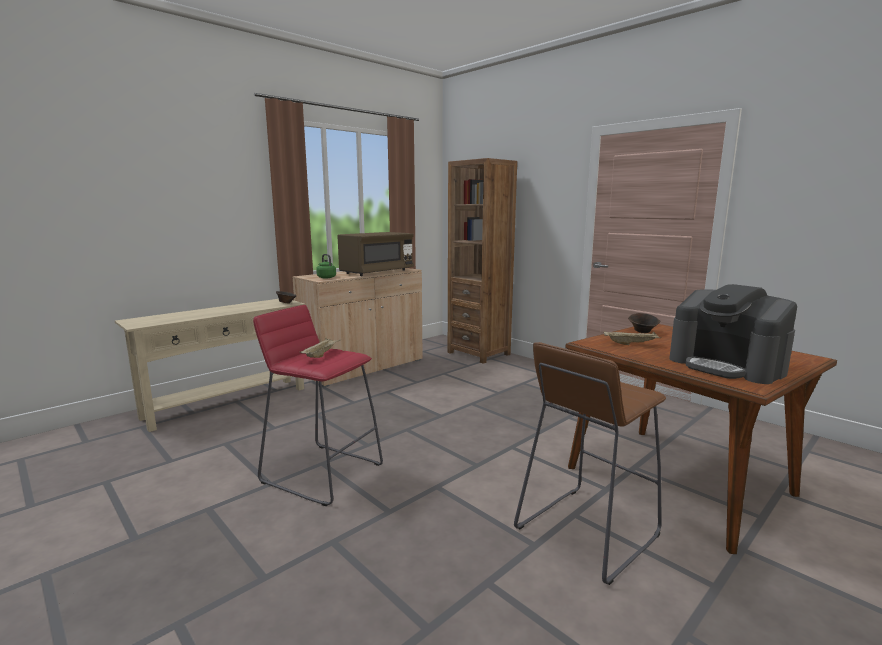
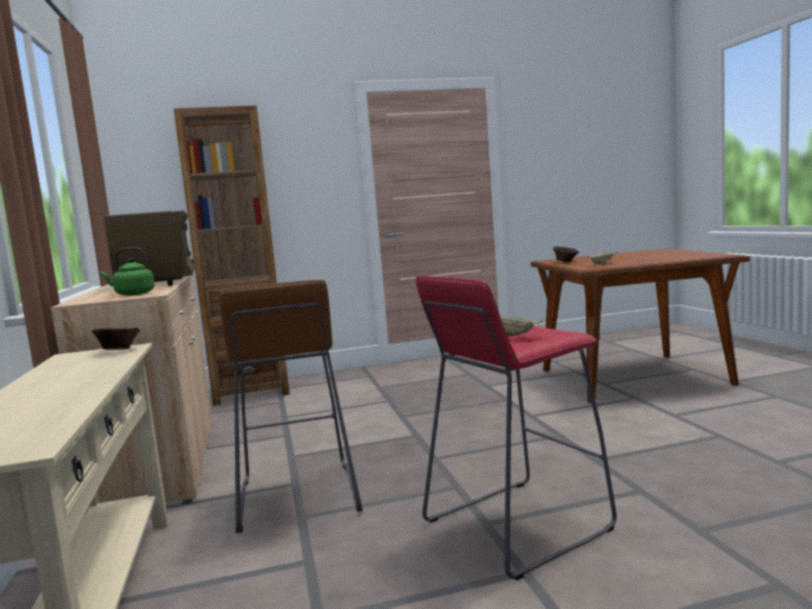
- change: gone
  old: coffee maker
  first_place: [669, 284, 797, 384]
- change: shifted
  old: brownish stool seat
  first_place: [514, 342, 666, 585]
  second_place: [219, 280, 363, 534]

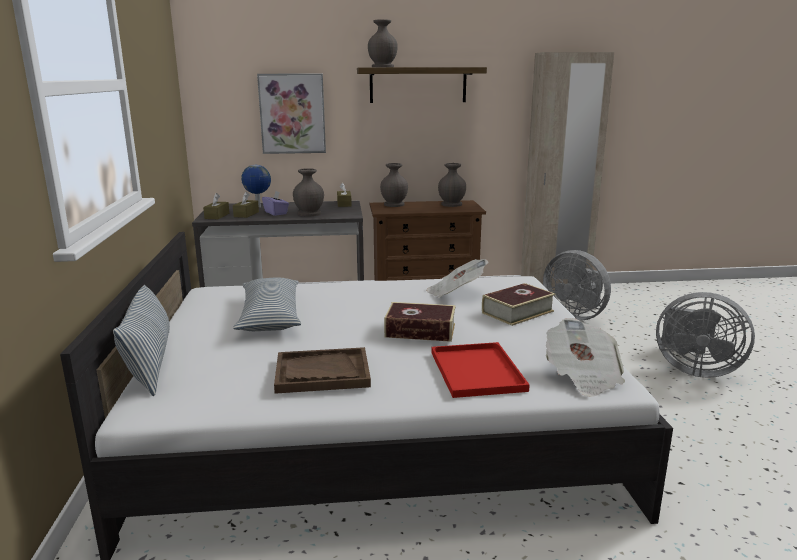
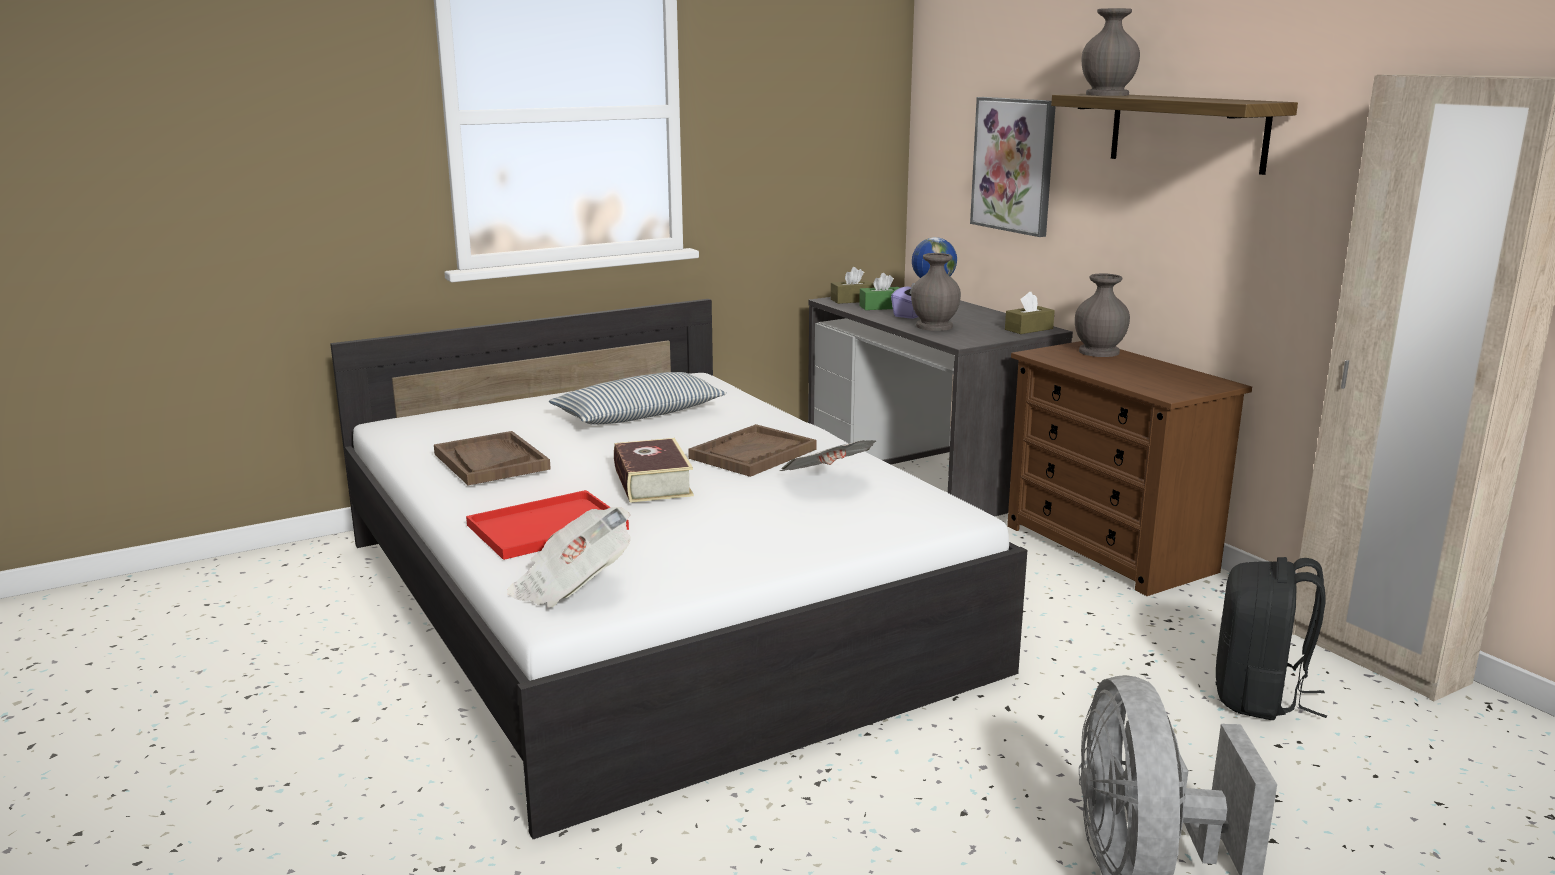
- change: gone
  old: gray flower vase
  first_place: [438, 163, 466, 207]
- change: repainted
  old: brownish tissue holder
  new: green-coloured tissue holder
  first_place: [233, 192, 259, 218]
  second_place: [859, 273, 899, 310]
- change: swapped
  old: gray cooling fan
  new: blackish backpack
  first_place: [543, 250, 611, 321]
  second_place: [1216, 557, 1327, 720]
- change: gone
  old: book
  first_place: [482, 283, 555, 326]
- change: gone
  old: throw pillow
  first_place: [113, 285, 170, 396]
- change: new
  new: brownish serving tray
  second_place: [688, 424, 817, 477]

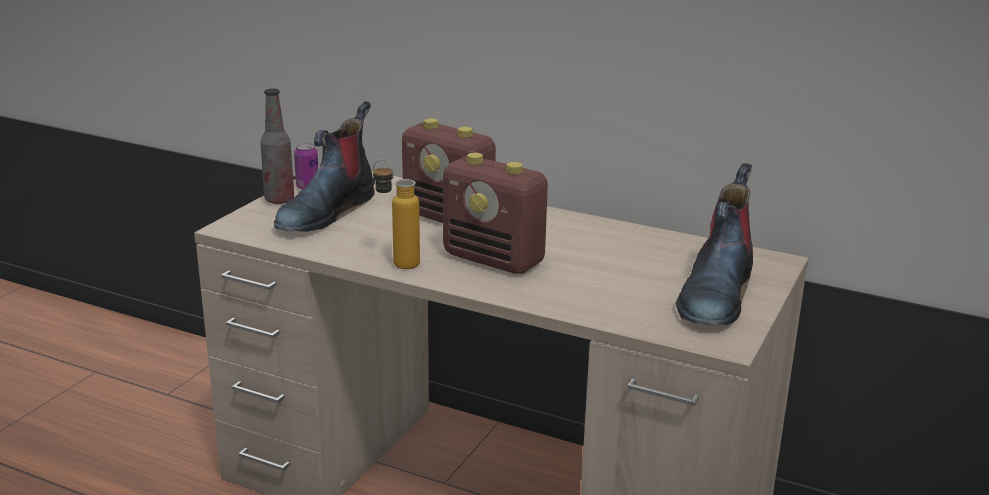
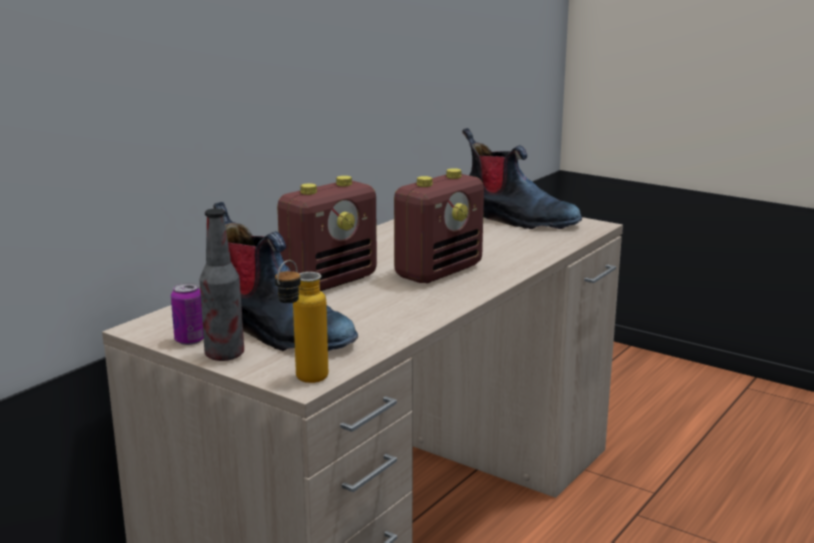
- change: shifted
  old: bottle
  first_place: [373, 159, 420, 269]
  second_place: [275, 260, 328, 383]

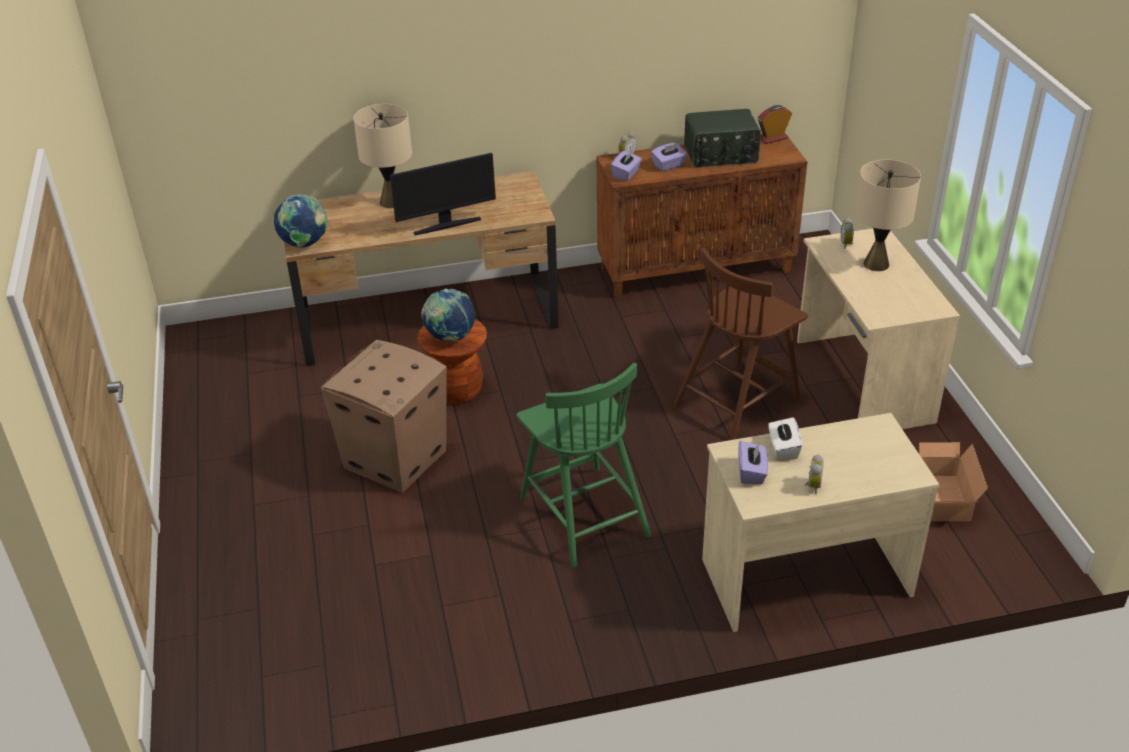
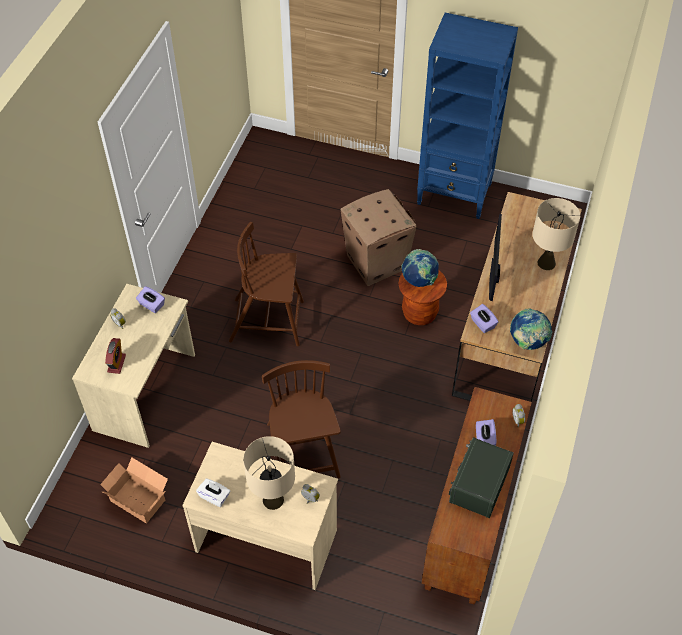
- change: shifted
  old: table clock
  first_place: [758, 105, 792, 144]
  second_place: [105, 338, 126, 374]
- change: shifted
  old: purplish tissue holder
  first_place: [611, 150, 642, 181]
  second_place: [470, 304, 499, 333]
- change: shifted
  old: desk globe
  first_place: [273, 194, 328, 248]
  second_place: [510, 308, 552, 350]
- change: repainted
  old: green-coloured upright chair
  new: brownish upright chair
  first_place: [517, 363, 651, 567]
  second_place: [229, 222, 304, 346]
- change: shifted
  old: whitish tissue holder
  first_place: [768, 417, 802, 460]
  second_place: [196, 479, 230, 507]
- change: new
  new: blue-coloured bookcase
  second_place: [417, 13, 518, 219]

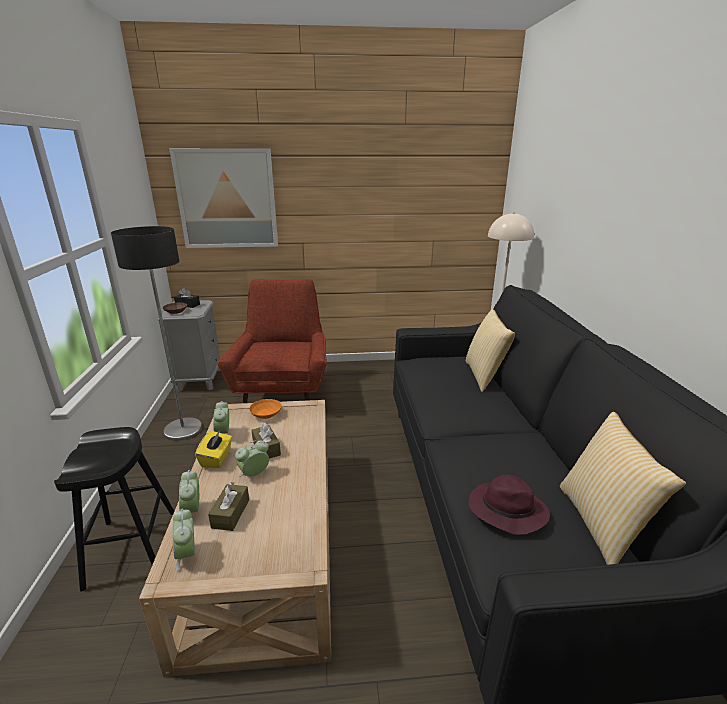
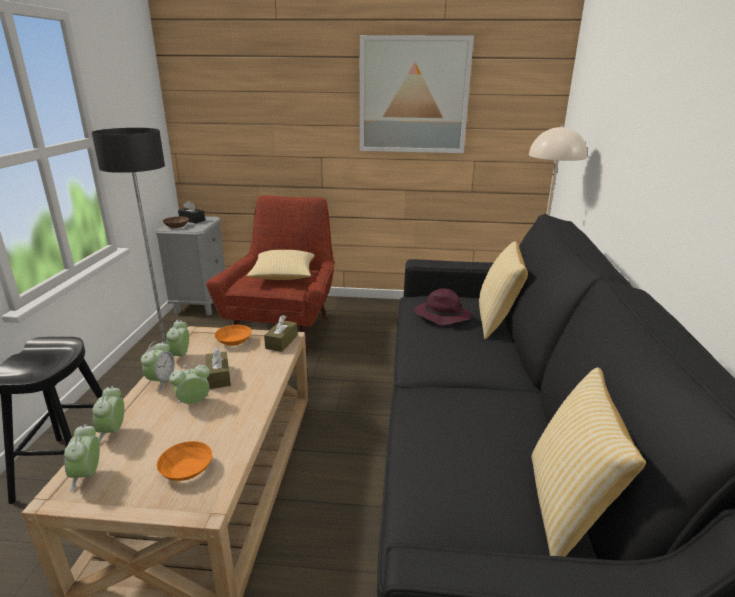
- change: shifted
  old: wall picture
  first_place: [169, 148, 278, 248]
  second_place: [359, 35, 474, 153]
- change: swapped
  old: yellow-coloured tissue holder
  new: table clock
  first_place: [195, 431, 232, 468]
  second_place: [141, 341, 175, 391]
- change: shifted
  old: purplish hat
  first_place: [468, 475, 550, 535]
  second_place: [414, 288, 472, 325]
- change: shifted
  old: brownish tissue holder
  first_place: [208, 482, 249, 531]
  second_place: [264, 315, 298, 352]
- change: new
  new: throw pillow
  second_place: [247, 250, 315, 280]
- change: new
  new: orangey deep dish
  second_place: [157, 441, 212, 481]

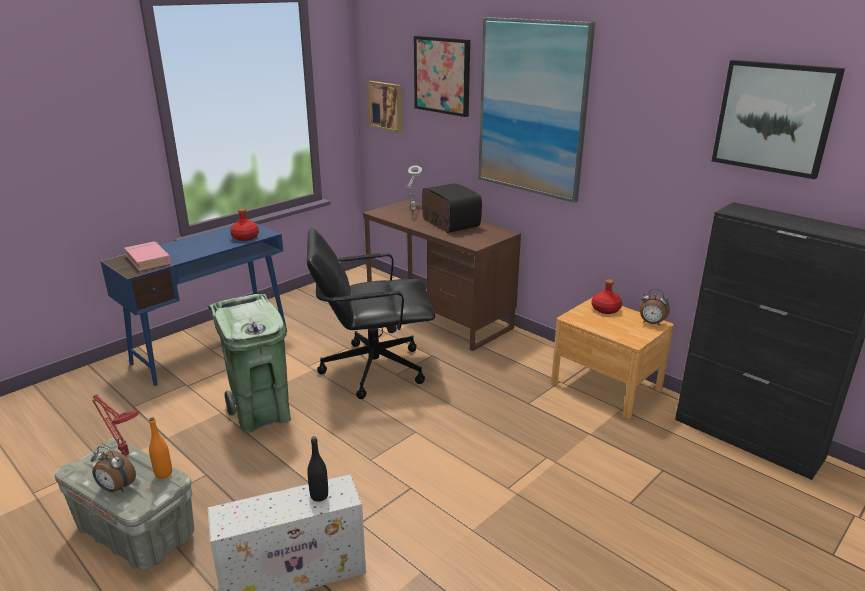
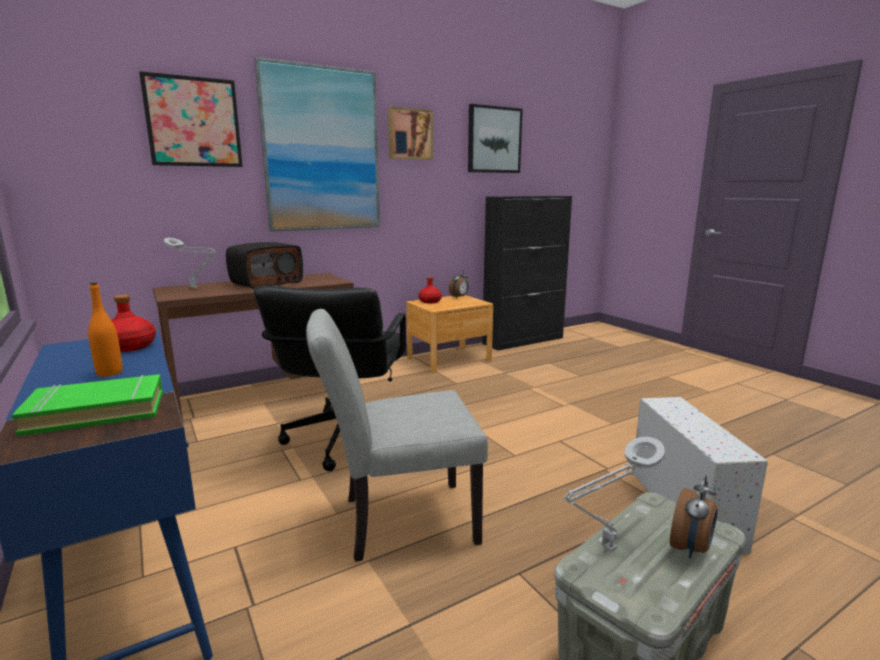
- change: shifted
  old: wall picture
  first_place: [367, 81, 403, 133]
  second_place: [388, 107, 433, 160]
- change: rotated
  old: radio set
  first_place: [422, 183, 482, 233]
  second_place: [226, 242, 303, 289]
  degrees: 150
- change: repainted
  old: pink-coloured book
  new: green-coloured book
  first_place: [124, 241, 171, 271]
  second_place: [12, 374, 163, 437]
- change: swapped
  old: green-coloured waste bin
  new: gray upright chair
  first_place: [208, 294, 291, 433]
  second_place: [306, 309, 488, 562]
- change: repainted
  old: red-coloured table lamp
  new: gray table lamp
  first_place: [92, 395, 139, 456]
  second_place: [563, 437, 665, 551]
- change: shifted
  old: orangey bottle
  first_place: [149, 417, 172, 479]
  second_place: [88, 282, 122, 377]
- change: gone
  old: blackish bottle
  first_place: [307, 436, 328, 502]

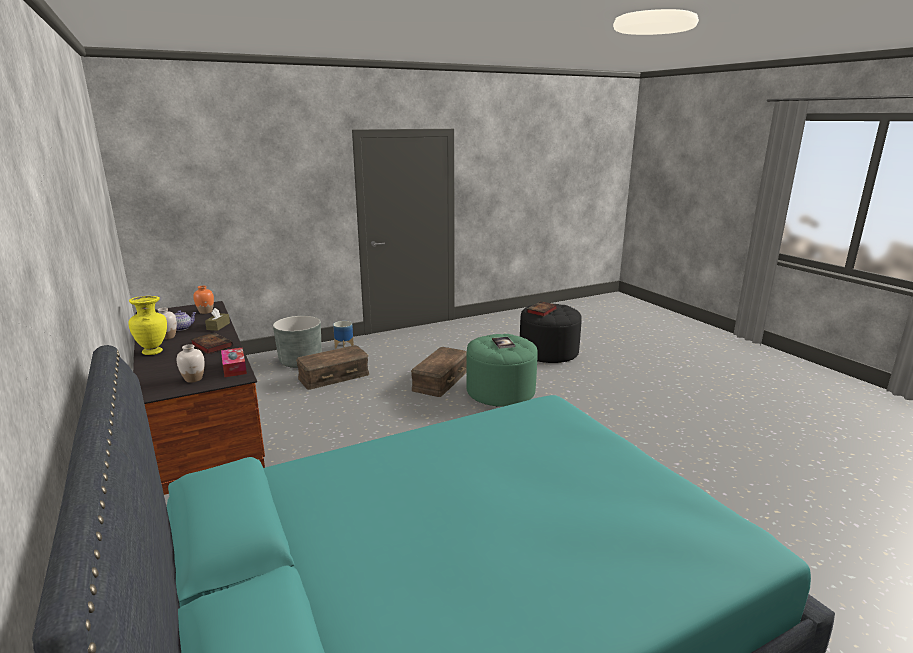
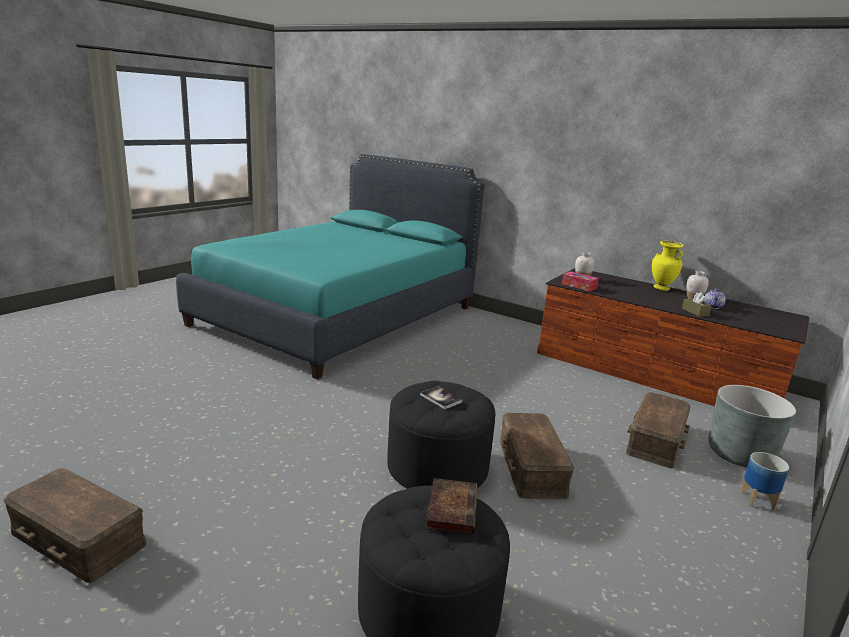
- change: gone
  old: orangey flower vase
  first_place: [193, 286, 214, 314]
- change: gone
  old: book
  first_place: [190, 332, 233, 354]
- change: repainted
  old: green-coloured footrest
  new: blackish footrest
  first_place: [466, 334, 538, 407]
  second_place: [387, 381, 495, 489]
- change: new
  new: brownish storage box
  second_place: [4, 468, 146, 583]

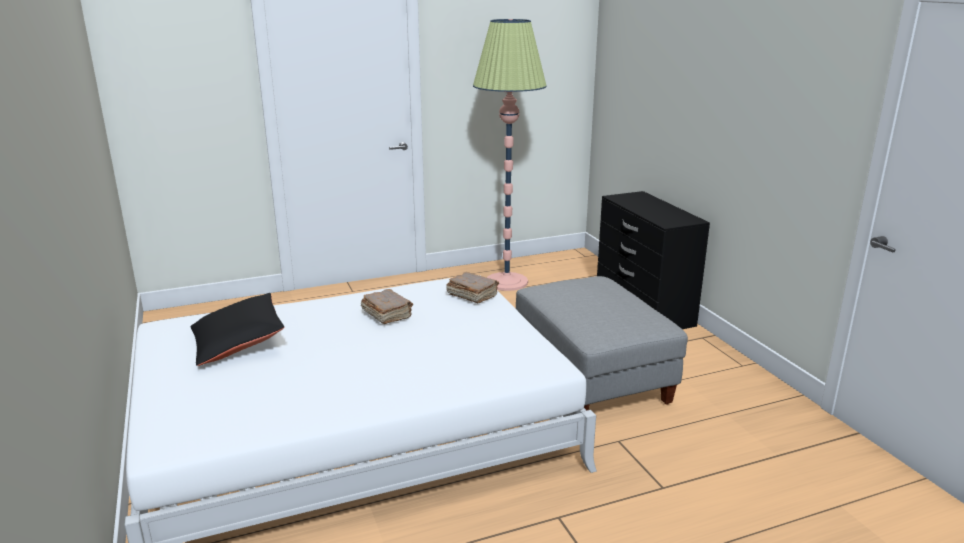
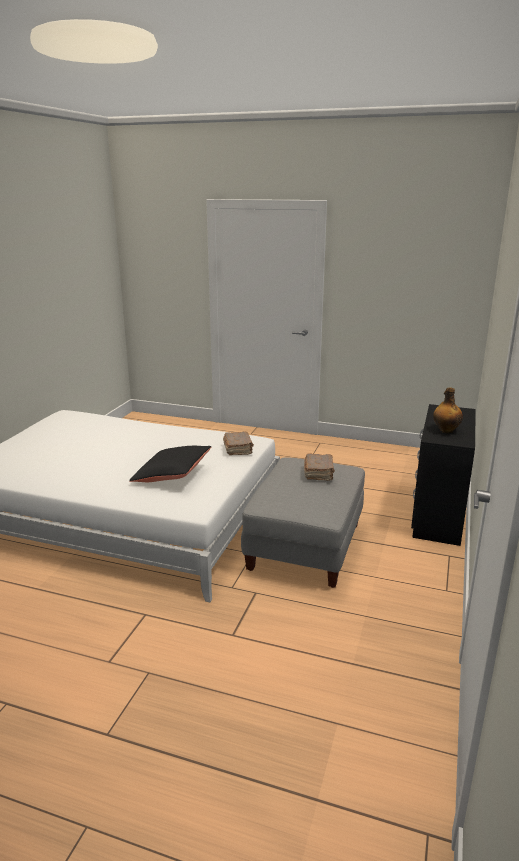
- change: gone
  old: standing lamp
  first_place: [473, 19, 547, 291]
- change: shifted
  old: brownish book
  first_place: [361, 289, 413, 324]
  second_place: [304, 453, 335, 481]
- change: shifted
  old: blackish throw pillow
  first_place: [191, 293, 285, 366]
  second_place: [129, 446, 211, 482]
- change: new
  new: bottle
  second_place: [433, 387, 463, 434]

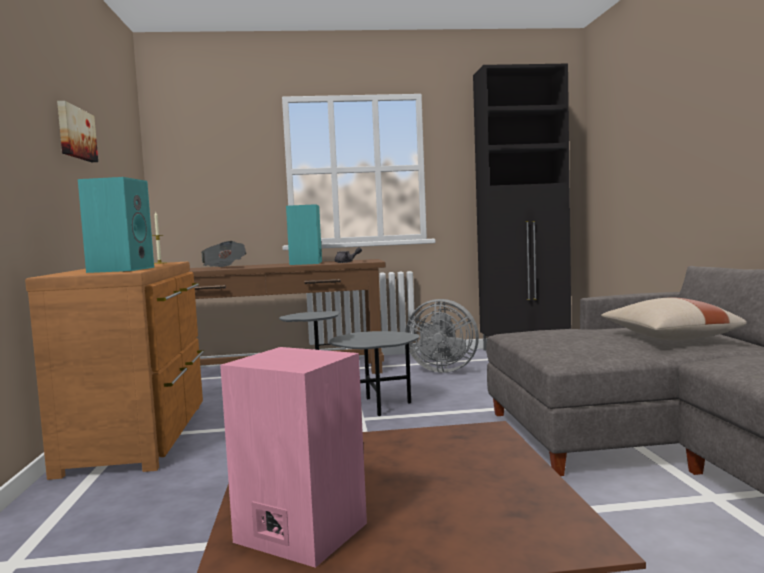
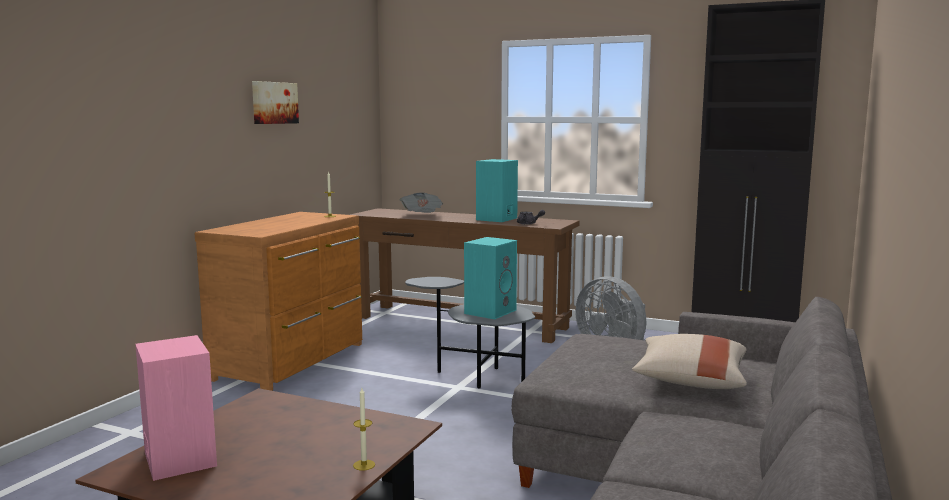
- change: shifted
  old: blue-green speaker
  first_place: [78, 177, 154, 273]
  second_place: [464, 237, 517, 319]
- change: new
  new: candle
  second_place: [353, 388, 375, 471]

